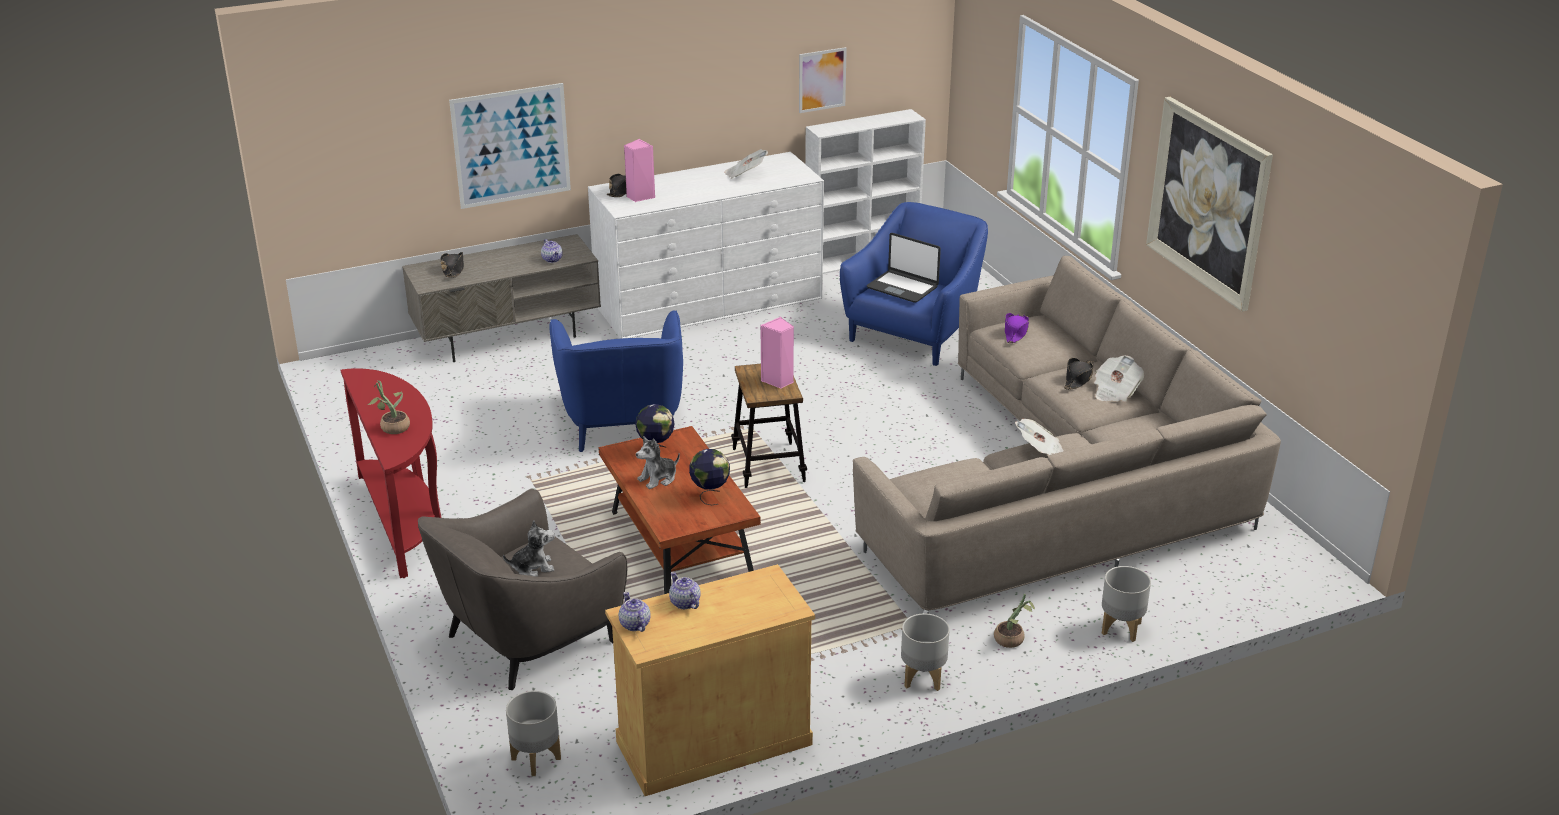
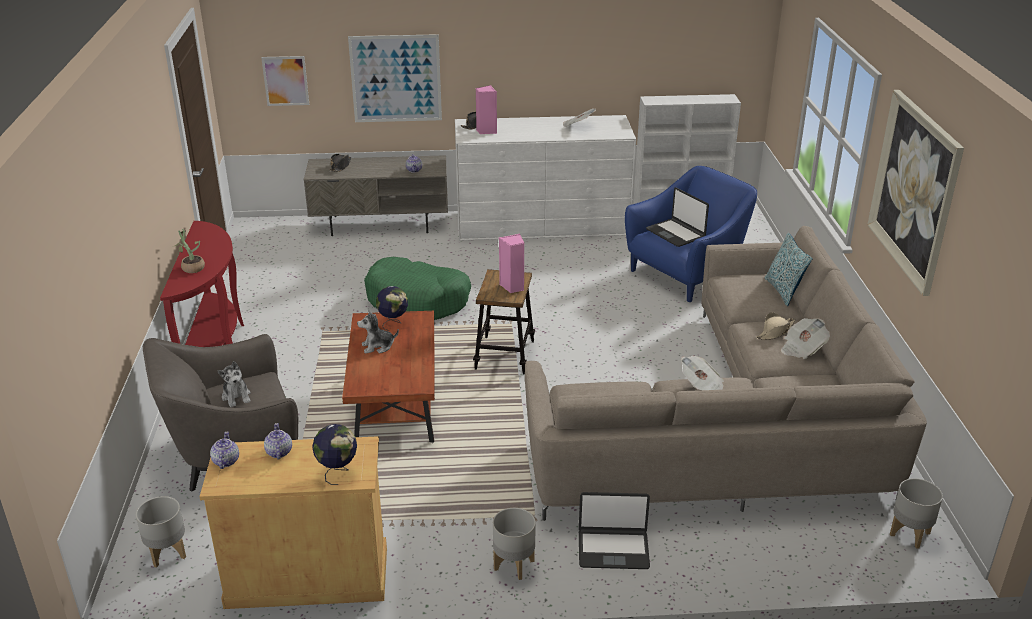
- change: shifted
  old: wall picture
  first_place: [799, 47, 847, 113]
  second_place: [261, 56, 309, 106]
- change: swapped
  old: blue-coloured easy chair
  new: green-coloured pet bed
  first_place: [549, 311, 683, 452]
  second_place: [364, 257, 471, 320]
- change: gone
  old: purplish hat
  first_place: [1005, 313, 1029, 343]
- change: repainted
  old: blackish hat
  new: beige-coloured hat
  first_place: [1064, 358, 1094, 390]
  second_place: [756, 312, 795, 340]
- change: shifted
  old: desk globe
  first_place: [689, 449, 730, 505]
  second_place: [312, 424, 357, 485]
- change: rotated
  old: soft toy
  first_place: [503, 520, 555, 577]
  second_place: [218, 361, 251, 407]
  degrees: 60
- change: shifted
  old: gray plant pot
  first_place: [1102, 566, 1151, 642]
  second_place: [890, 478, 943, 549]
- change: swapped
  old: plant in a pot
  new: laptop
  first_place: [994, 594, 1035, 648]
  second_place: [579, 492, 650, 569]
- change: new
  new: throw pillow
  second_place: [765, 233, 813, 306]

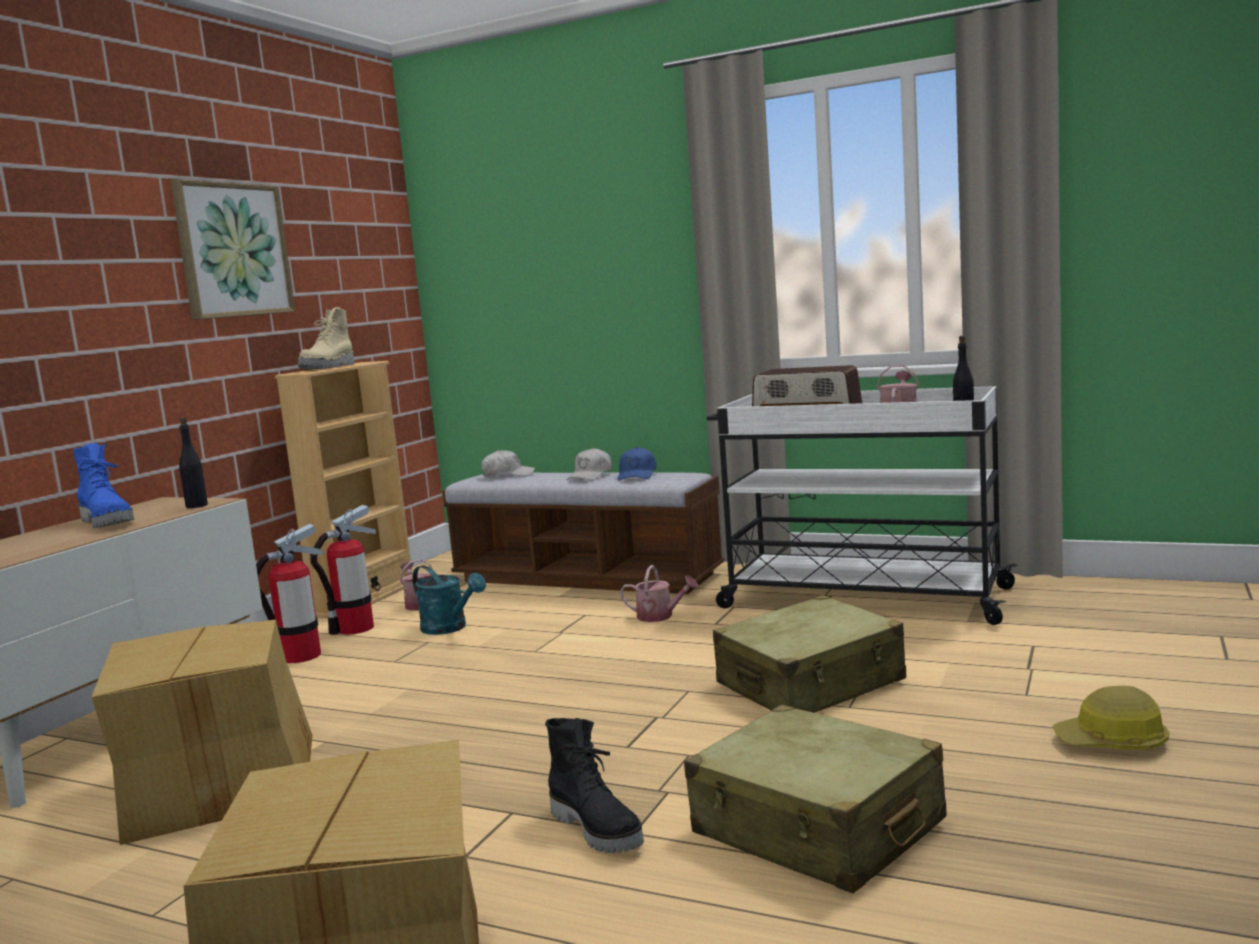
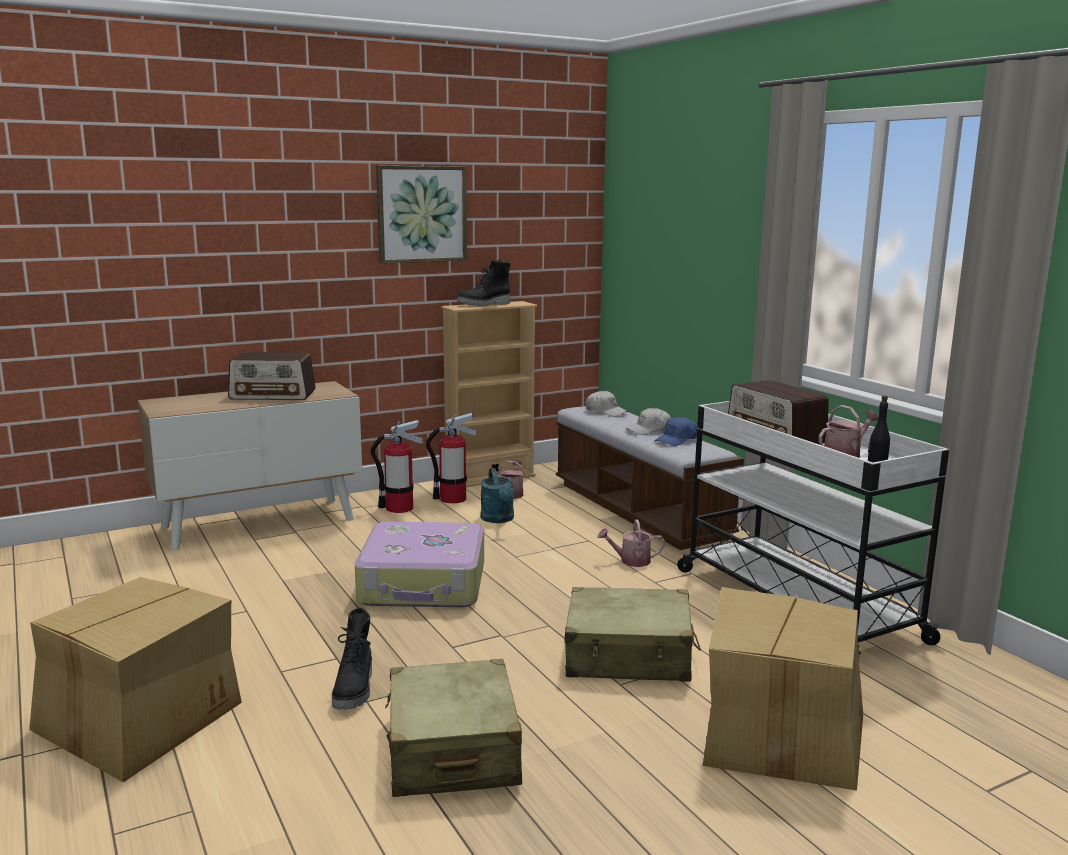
- change: repainted
  old: beige-coloured high-top boot
  new: blackish high-top boot
  first_place: [298, 307, 355, 369]
  second_place: [457, 260, 510, 306]
- change: gone
  old: blackish bottle
  first_place: [179, 417, 208, 508]
- change: swapped
  old: blue-coloured high-top boot
  new: radio set
  first_place: [73, 443, 134, 528]
  second_place: [228, 352, 316, 400]
- change: rotated
  old: watering can
  first_place: [620, 565, 698, 622]
  second_place: [597, 519, 665, 567]
  degrees: 120
- change: shifted
  old: packing box
  first_place: [92, 619, 312, 845]
  second_place: [703, 587, 863, 791]
- change: gone
  old: work helmet
  first_place: [1053, 686, 1169, 750]
- change: new
  new: travel case
  second_place: [355, 522, 484, 607]

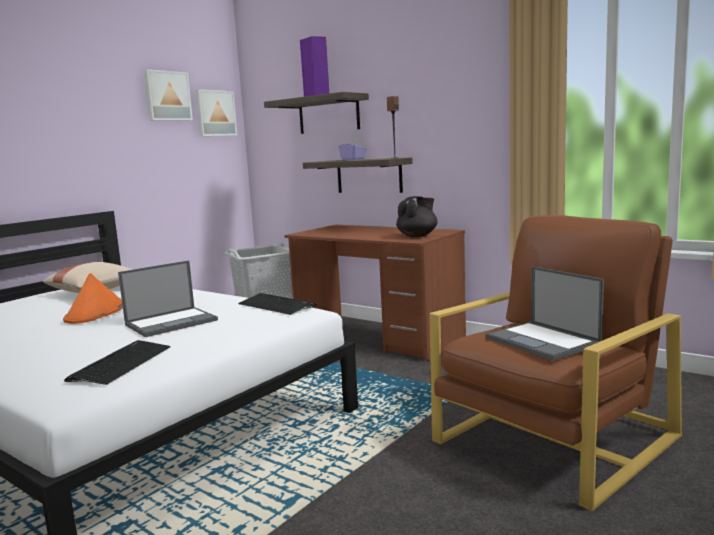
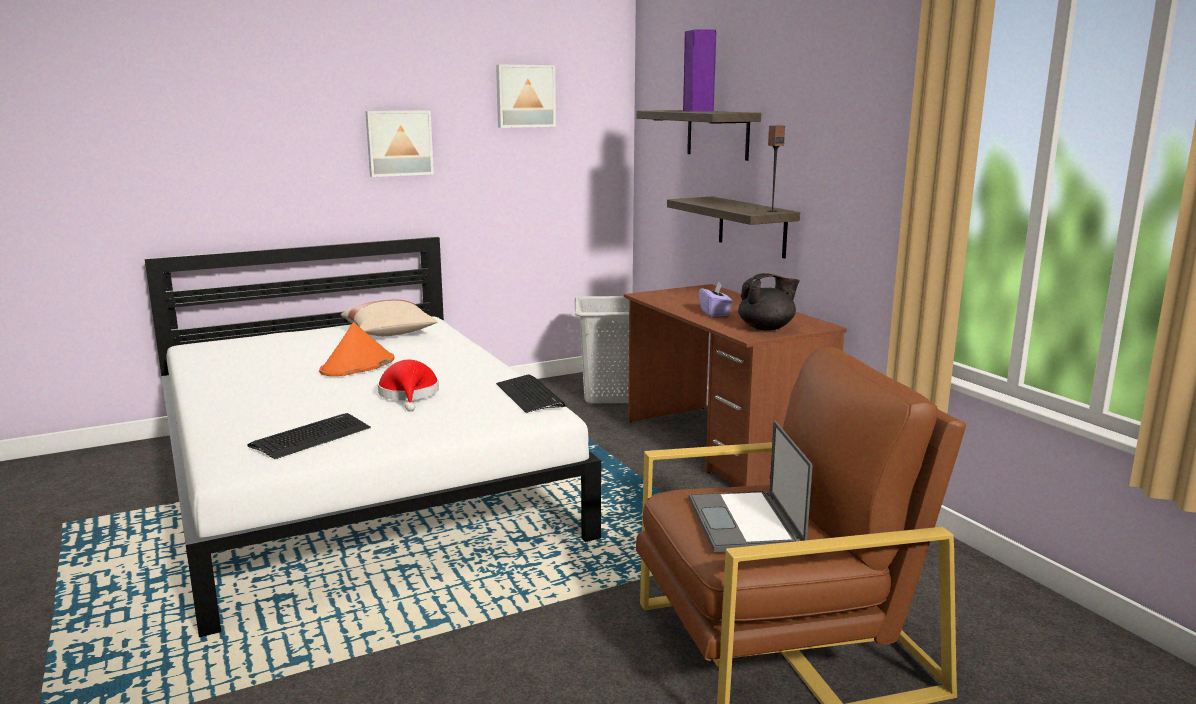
- change: shifted
  old: wall picture
  first_place: [195, 89, 237, 136]
  second_place: [365, 111, 434, 177]
- change: shifted
  old: purplish tissue holder
  first_place: [339, 138, 367, 160]
  second_place: [699, 281, 733, 317]
- change: swapped
  old: laptop
  new: red-coloured hat
  first_place: [118, 260, 218, 337]
  second_place: [378, 360, 439, 412]

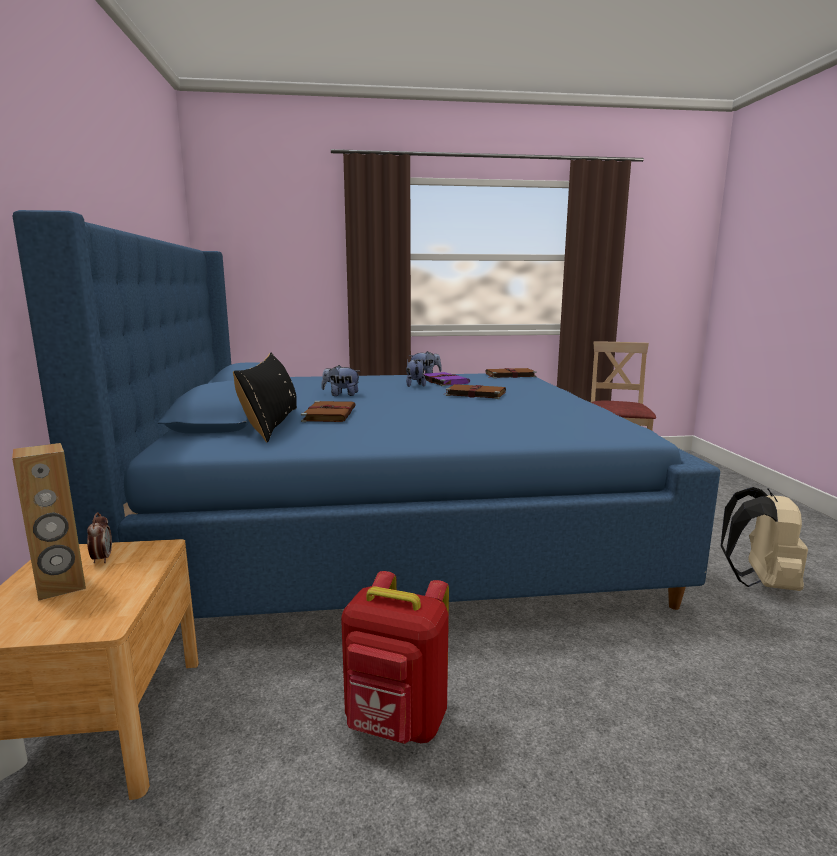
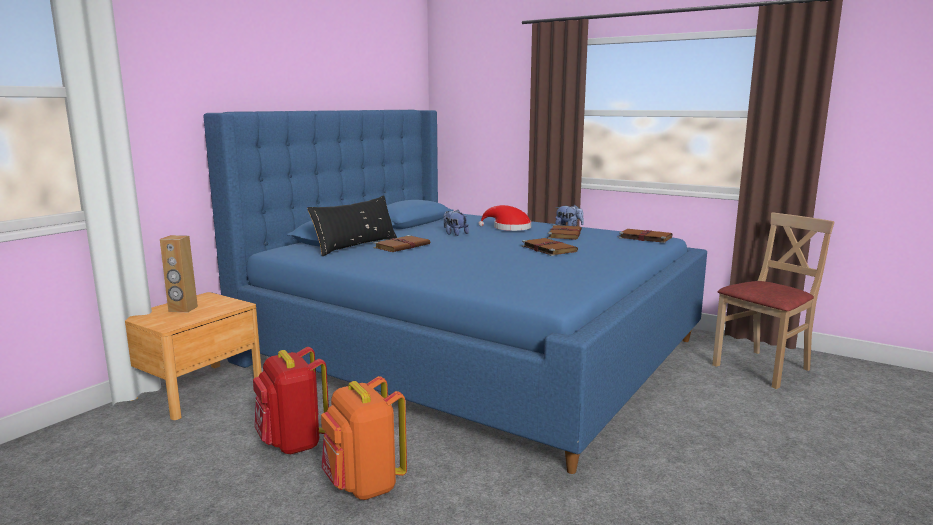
- change: gone
  old: soft toy
  first_place: [406, 359, 426, 387]
- change: repainted
  old: purplish book
  new: brownish book
  first_place: [423, 372, 470, 386]
  second_place: [548, 225, 582, 240]
- change: gone
  old: beige-coloured backpack
  first_place: [721, 487, 808, 591]
- change: gone
  old: table clock
  first_place: [87, 512, 112, 563]
- change: new
  new: red-coloured hat
  second_place: [478, 205, 531, 231]
- change: new
  new: orangey backpack
  second_place: [321, 376, 407, 500]

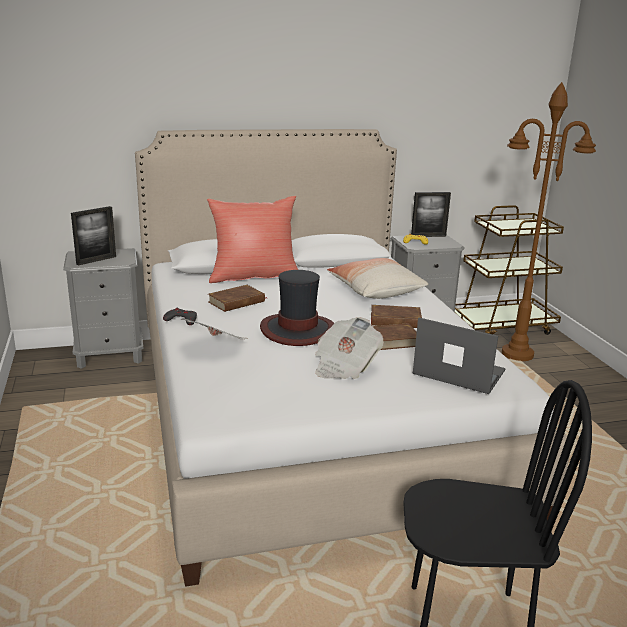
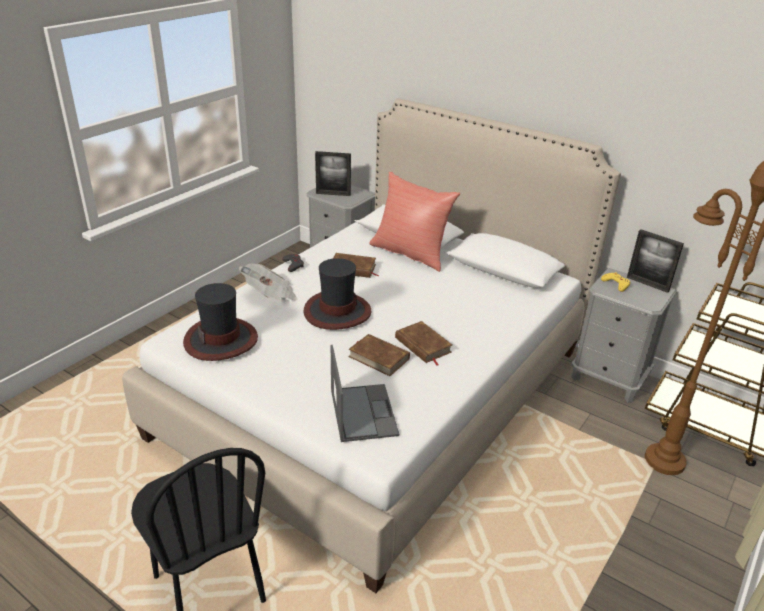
- change: gone
  old: throw pillow
  first_place: [327, 258, 428, 299]
- change: gone
  old: newspaper
  first_place: [315, 317, 384, 379]
- change: new
  new: hat
  second_place: [183, 283, 258, 361]

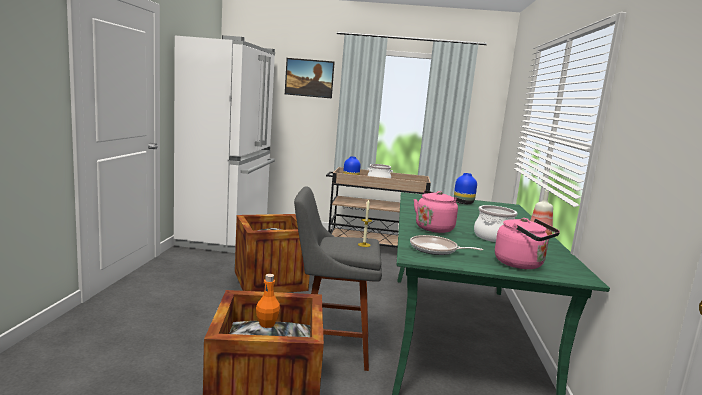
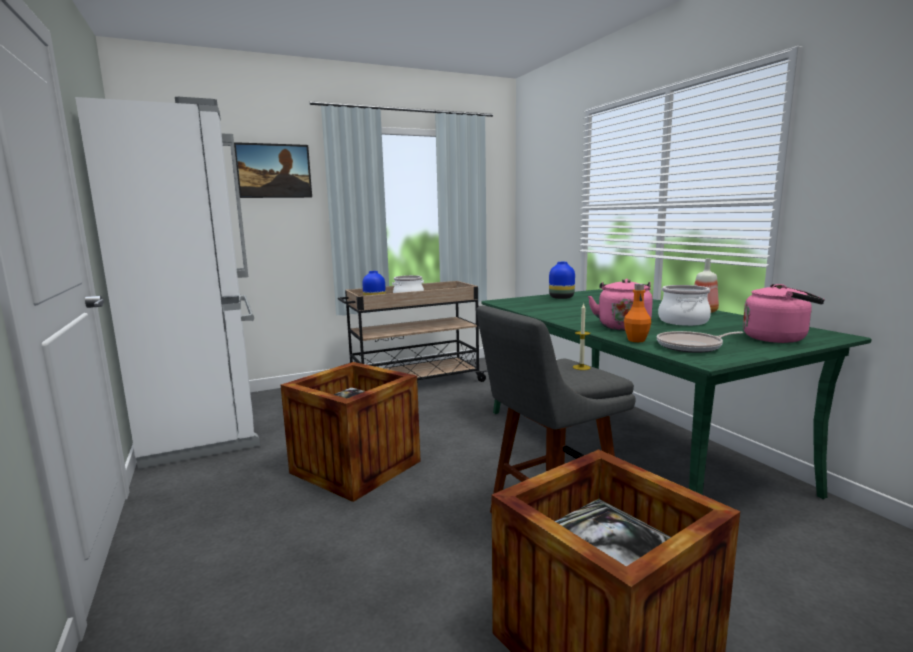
- change: shifted
  old: orangey bottle
  first_place: [256, 274, 280, 328]
  second_place: [624, 283, 651, 342]

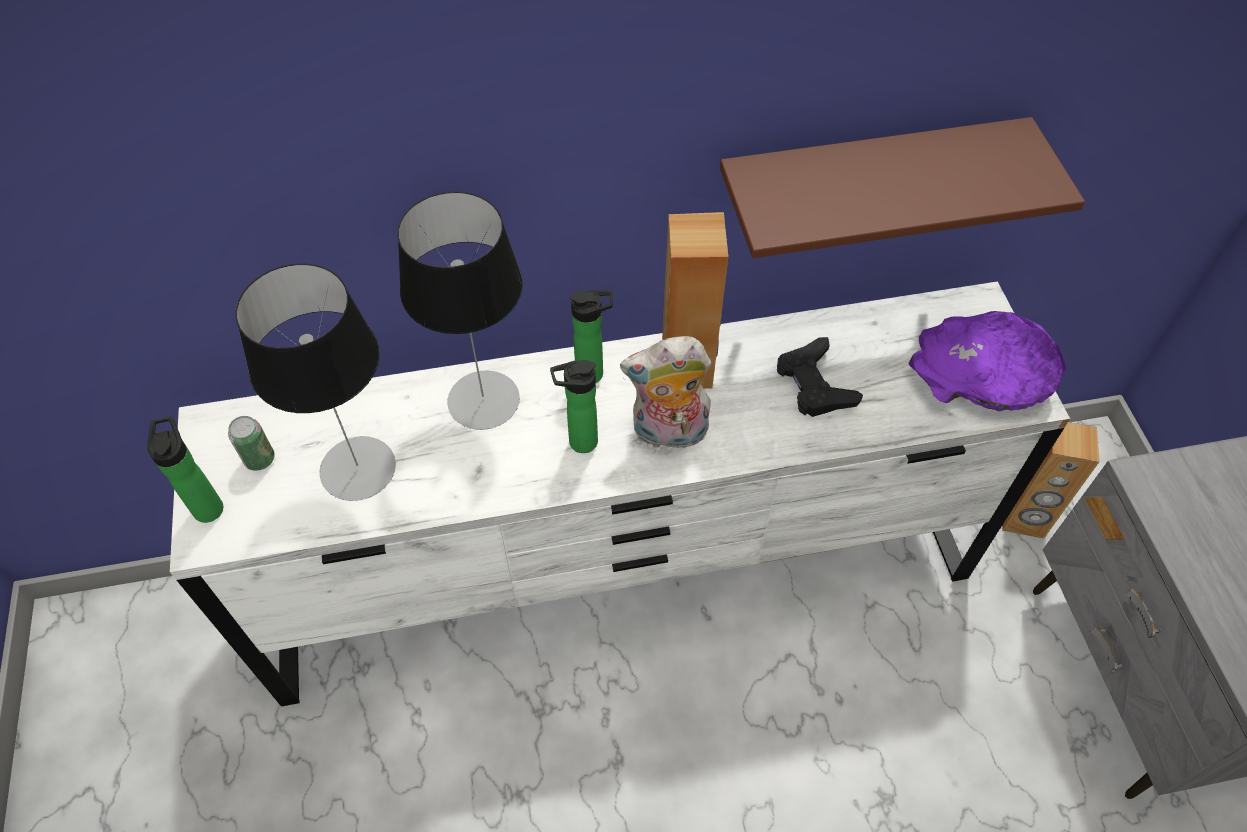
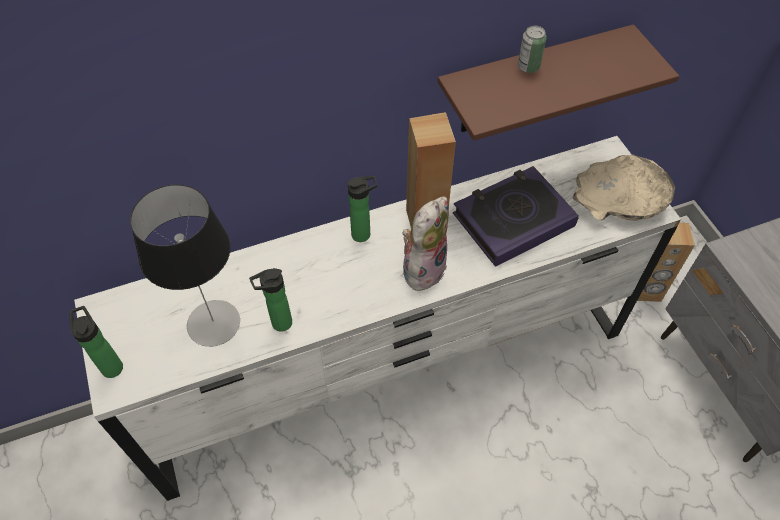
- change: gone
  old: table lamp
  first_place: [397, 191, 523, 430]
- change: repainted
  old: purplish deep dish
  new: beige-coloured deep dish
  first_place: [909, 311, 1066, 411]
  second_place: [572, 155, 675, 221]
- change: rotated
  old: soft toy
  first_place: [620, 336, 711, 449]
  second_place: [402, 197, 449, 291]
  degrees: 135
- change: swapped
  old: blackish joypad
  new: book
  first_place: [777, 337, 863, 417]
  second_place: [453, 166, 579, 267]
- change: shifted
  old: bottle
  first_place: [550, 360, 598, 453]
  second_place: [249, 268, 292, 332]
- change: shifted
  old: can
  first_place: [228, 416, 275, 471]
  second_place: [518, 26, 547, 73]

